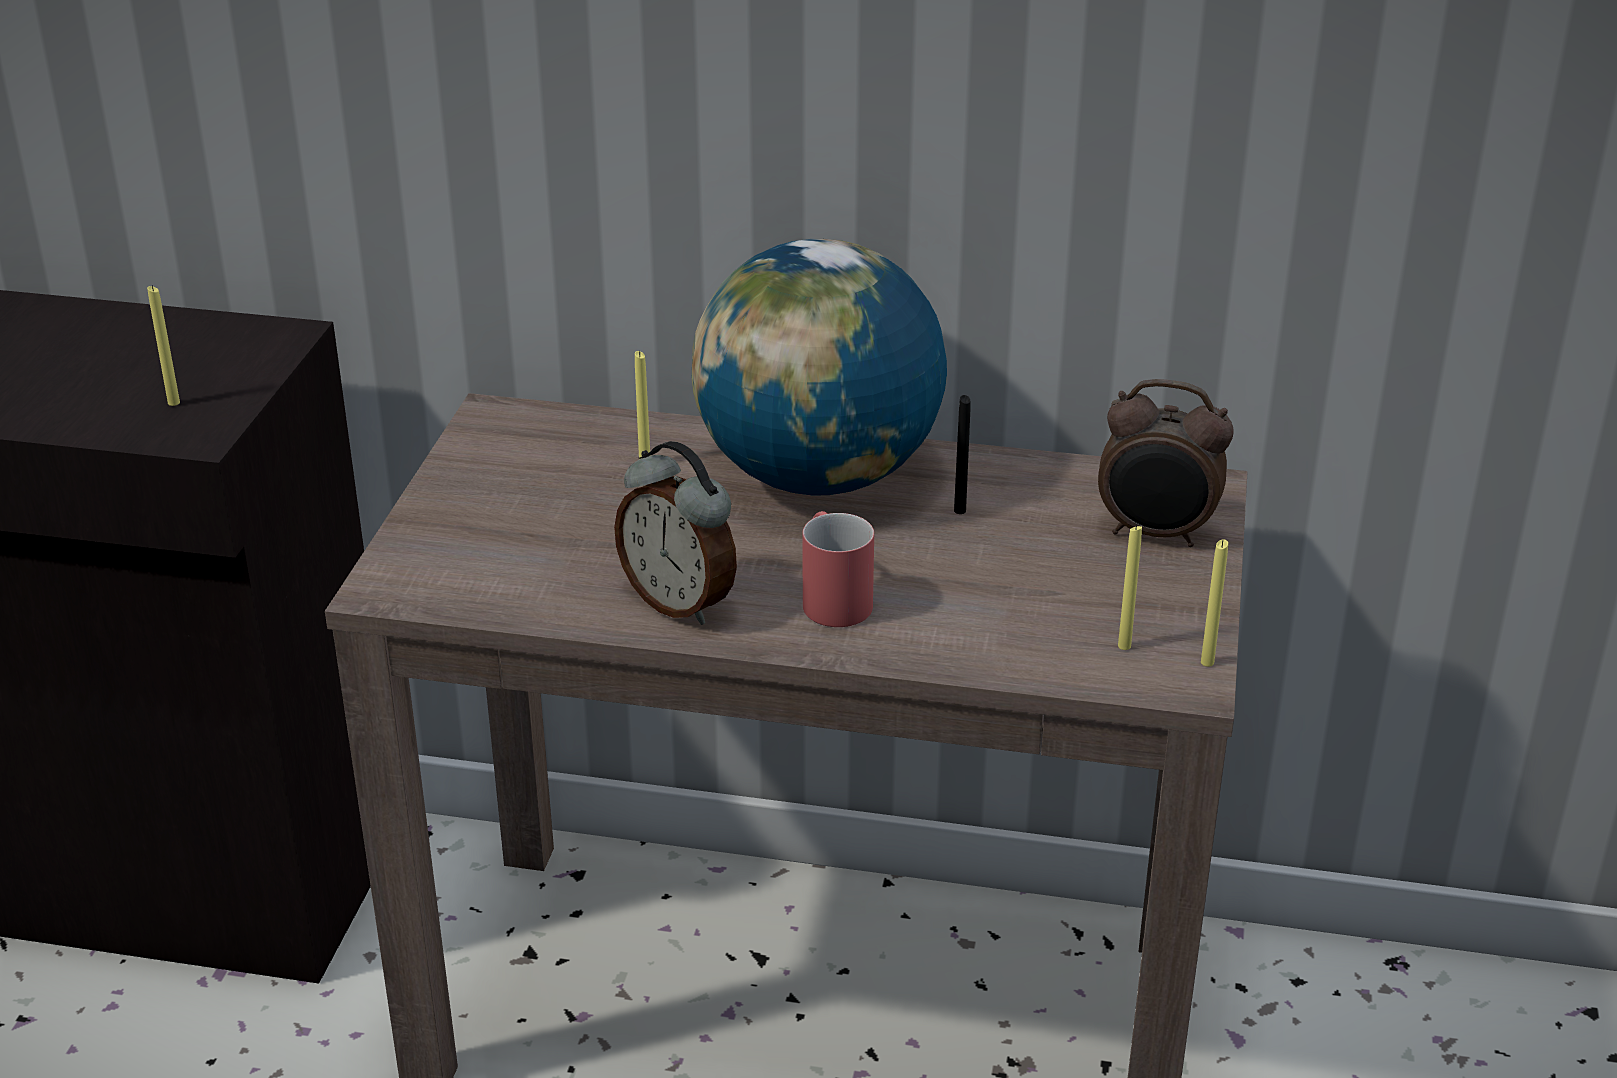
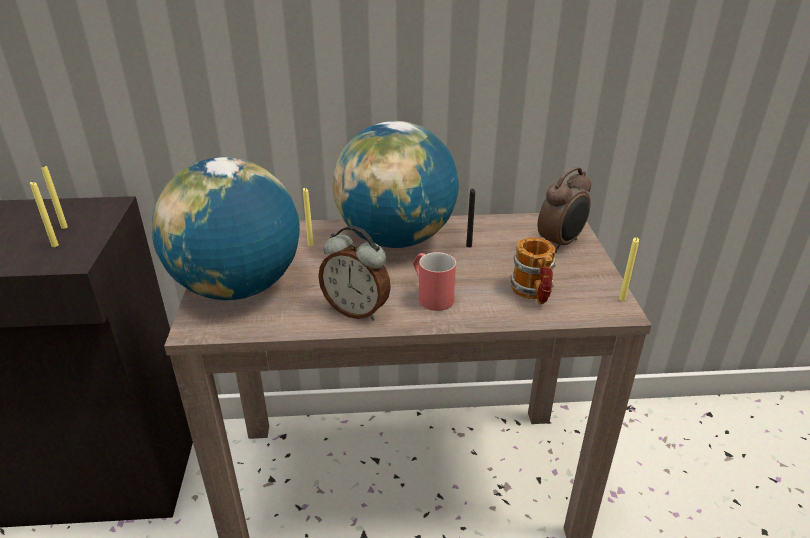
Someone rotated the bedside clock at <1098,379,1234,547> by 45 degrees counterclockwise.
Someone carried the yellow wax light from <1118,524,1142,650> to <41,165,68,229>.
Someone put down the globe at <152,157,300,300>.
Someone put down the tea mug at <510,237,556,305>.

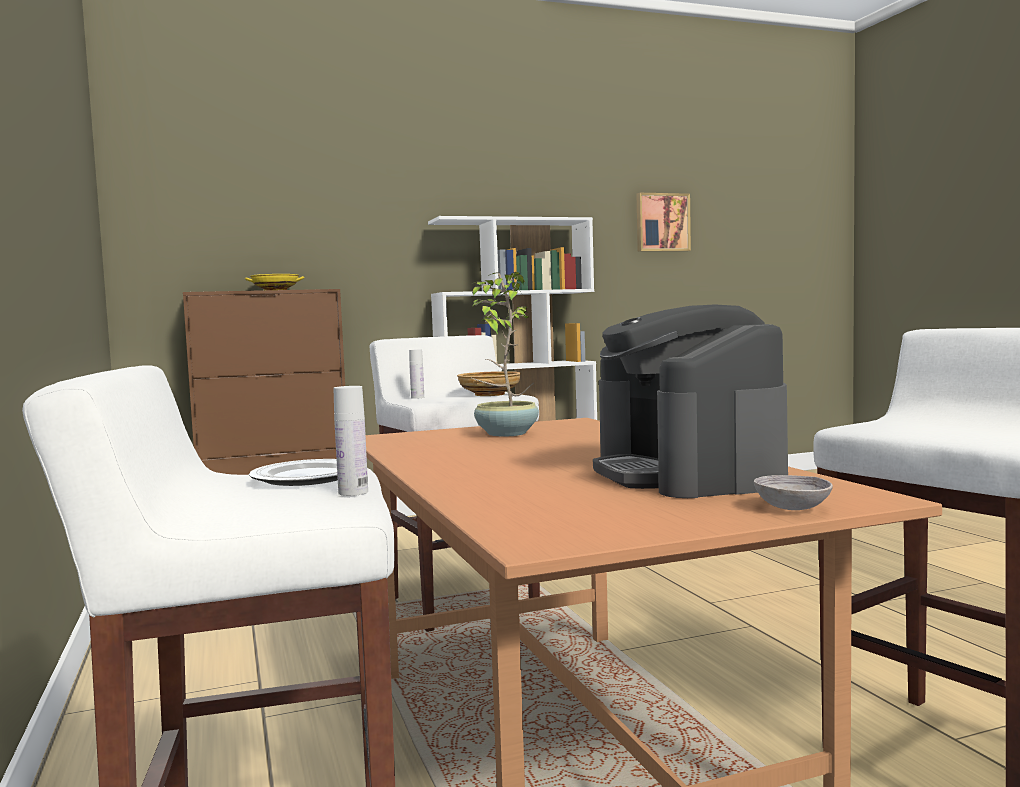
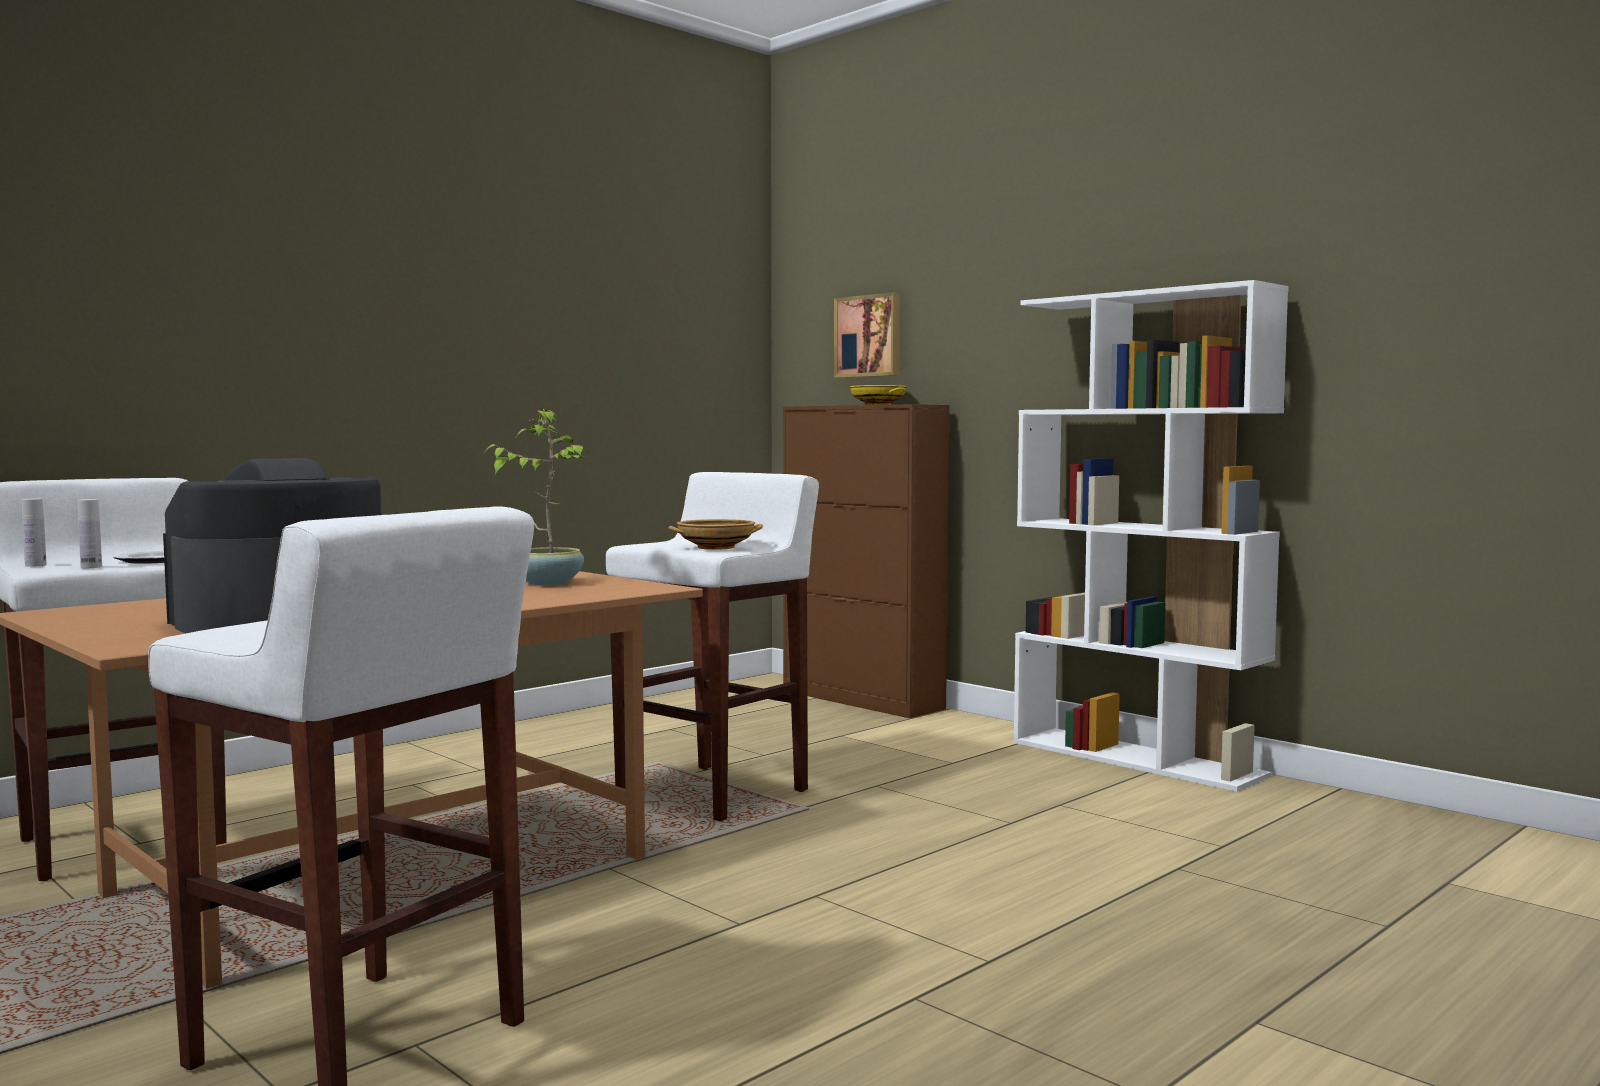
Someone carried the wall art from <637,193,691,252> to <834,292,900,378>.
Someone carried the white beverage bottle from <409,349,424,399> to <22,499,46,567>.
Someone took away the grey bowl at <754,475,833,510>.

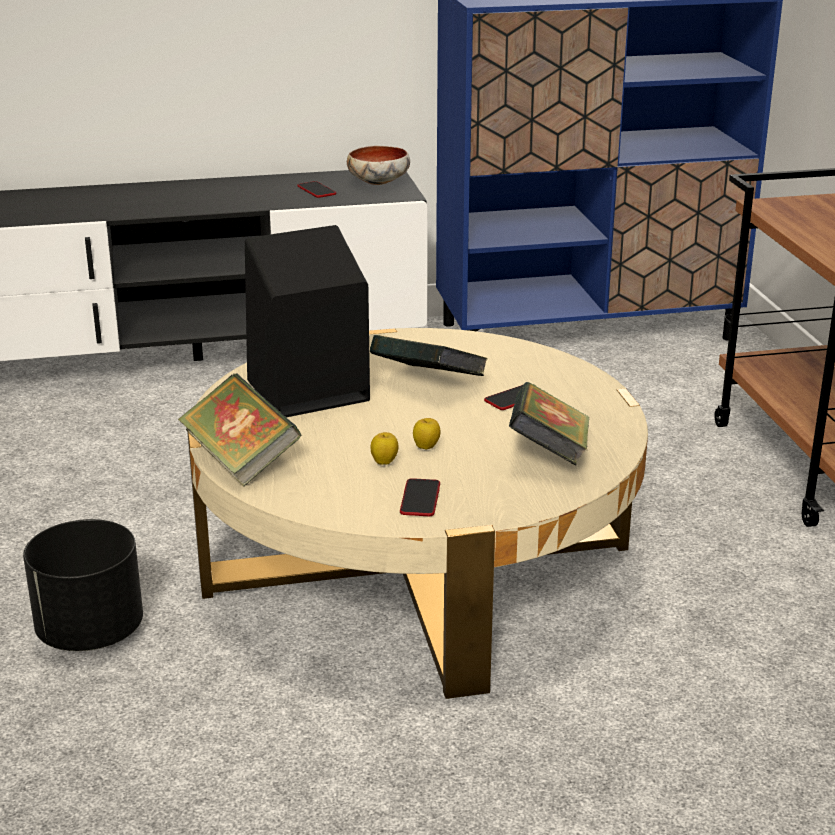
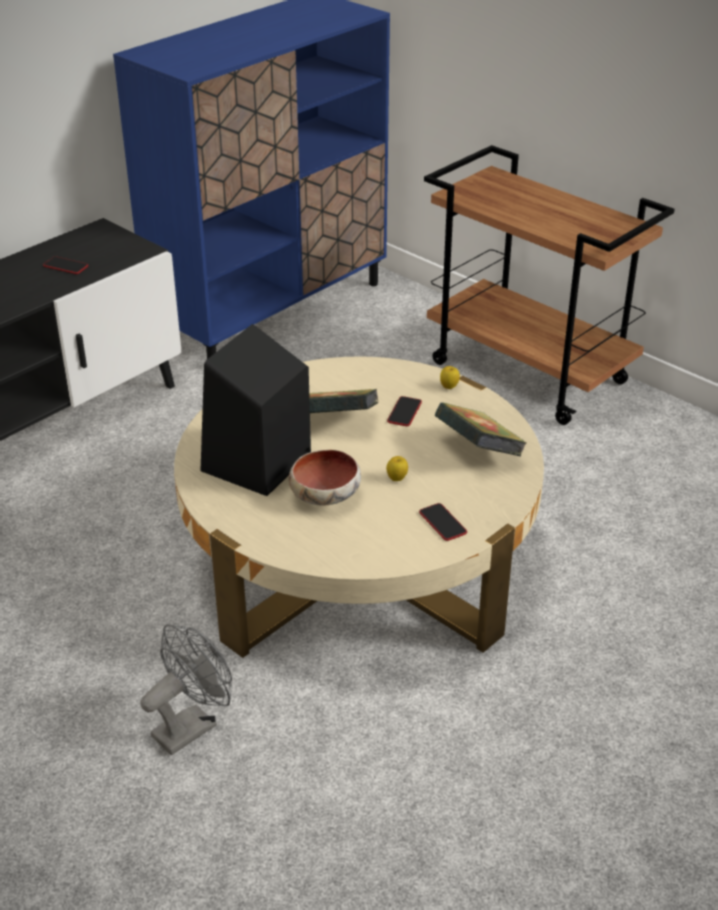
Someone carried the bowl from <347,146,410,185> to <289,450,361,505>.
Someone took away the book at <178,373,301,486>.
Someone carried the apple fruit from <370,432,398,465> to <440,366,460,389>.
Someone swapped the black-coloured planter at <23,519,143,651> for the grey electric fan at <140,624,232,755>.

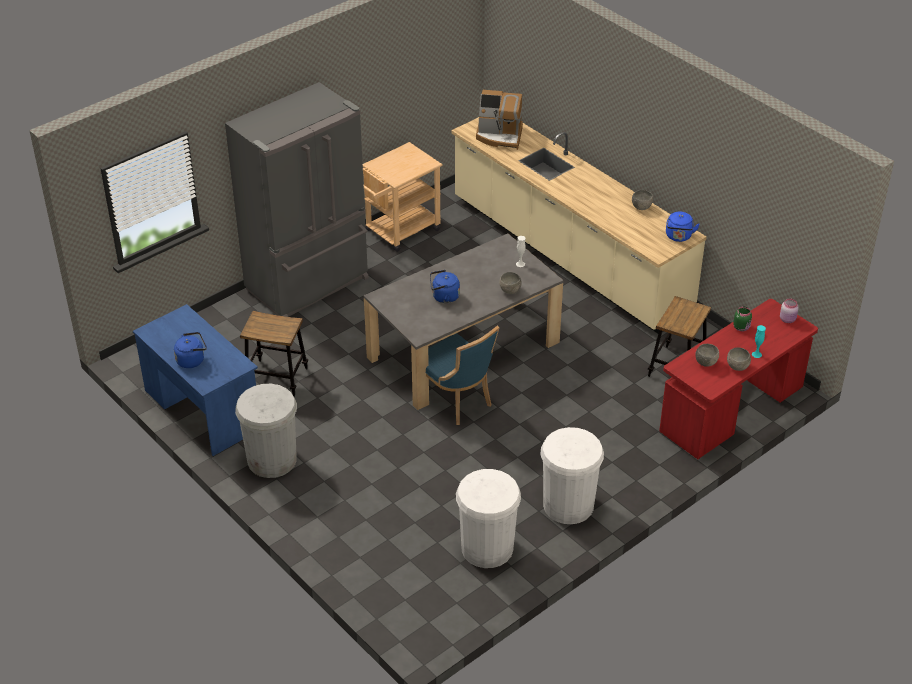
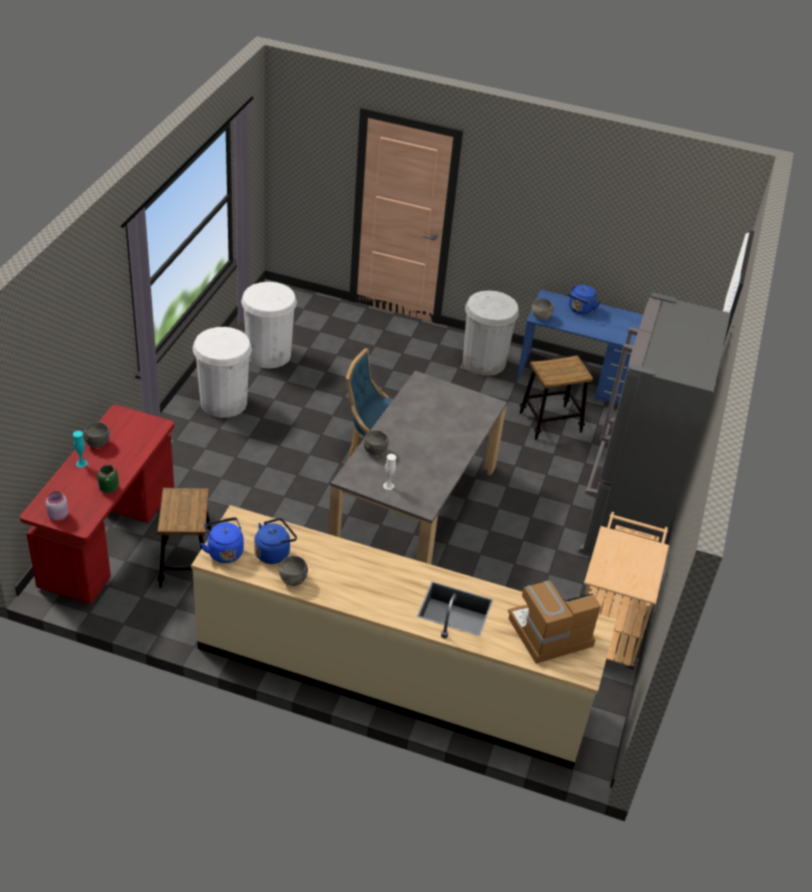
Someone carried the bluish water kettle from <430,270,460,303> to <254,518,297,564>.
Someone carried the grey bowl from <695,344,719,367> to <532,299,554,320>.

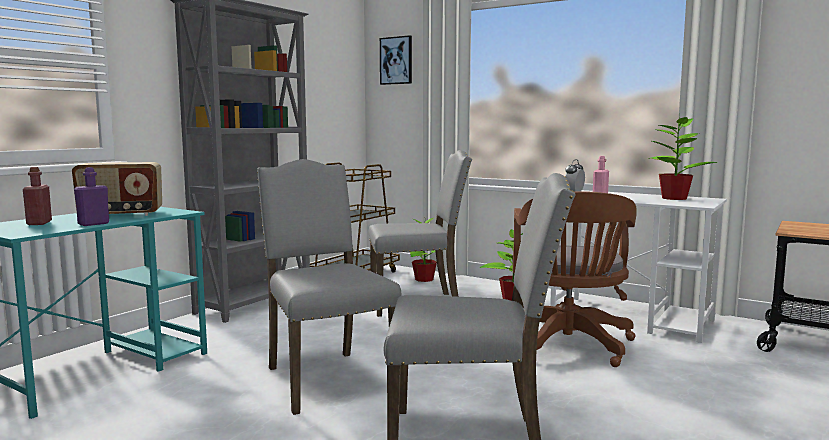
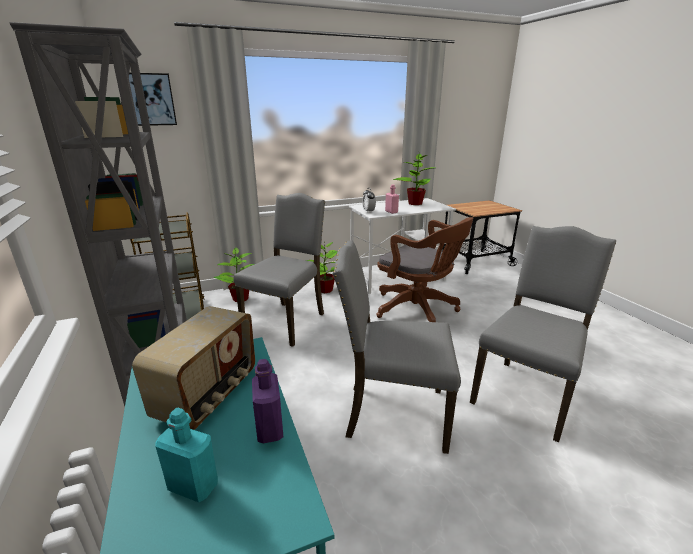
Someone repainted the reddish beverage bottle at <23,167,52,225>, which became the turquoise-coloured beverage bottle at <155,408,218,503>.

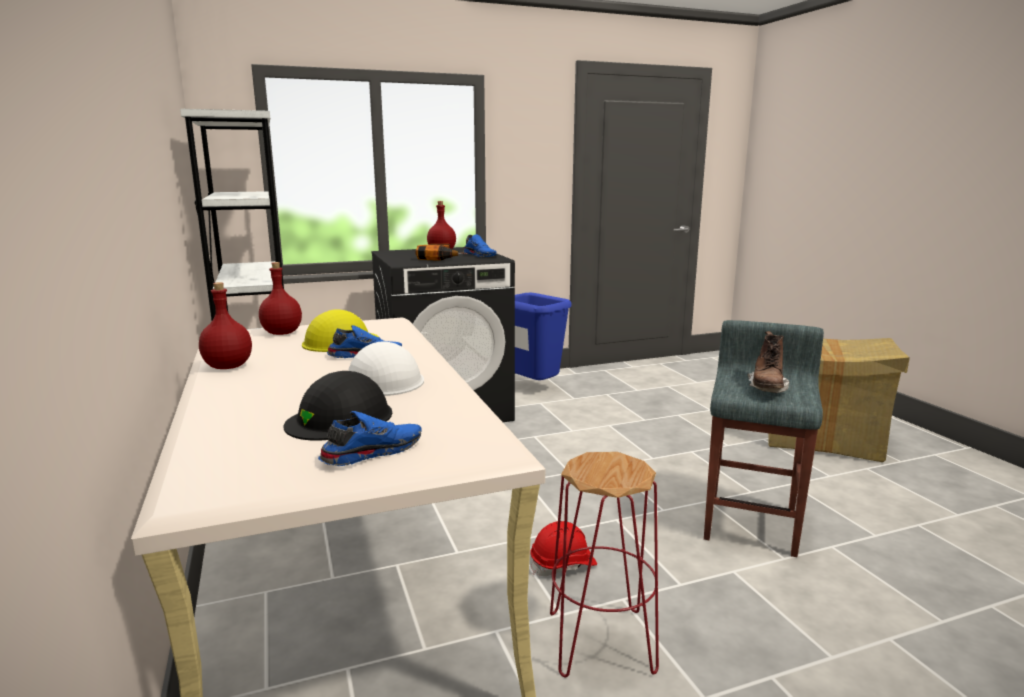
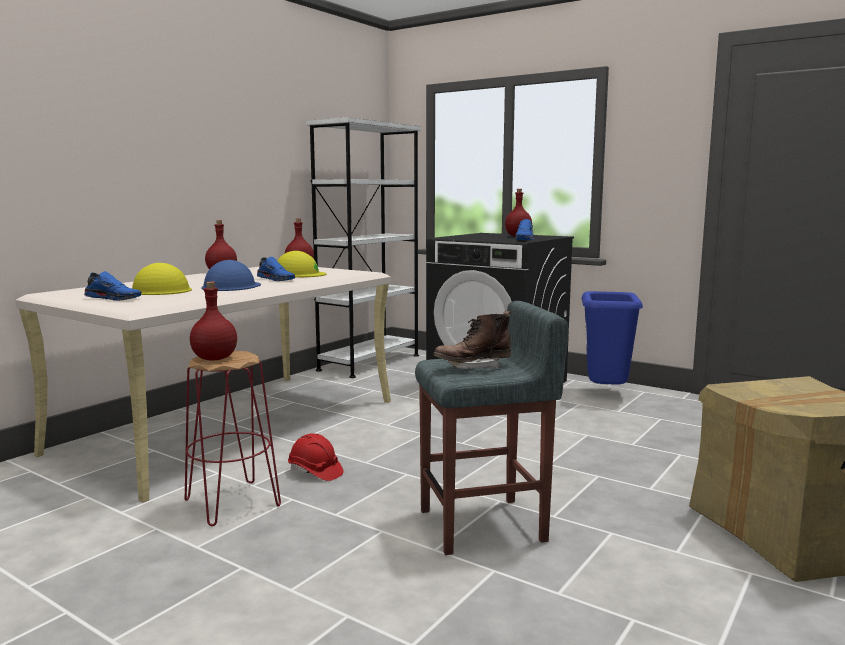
Someone took away the power drill at <416,244,468,261>.
Someone repainted the white safety helmet at <348,341,424,396>, which became the bluish safety helmet at <202,260,261,291>.
Someone repainted the black-coloured safety helmet at <283,371,392,441>, which became the yellow safety helmet at <132,263,192,295>.
Someone put down the reddish beverage bottle at <190,282,237,361>.

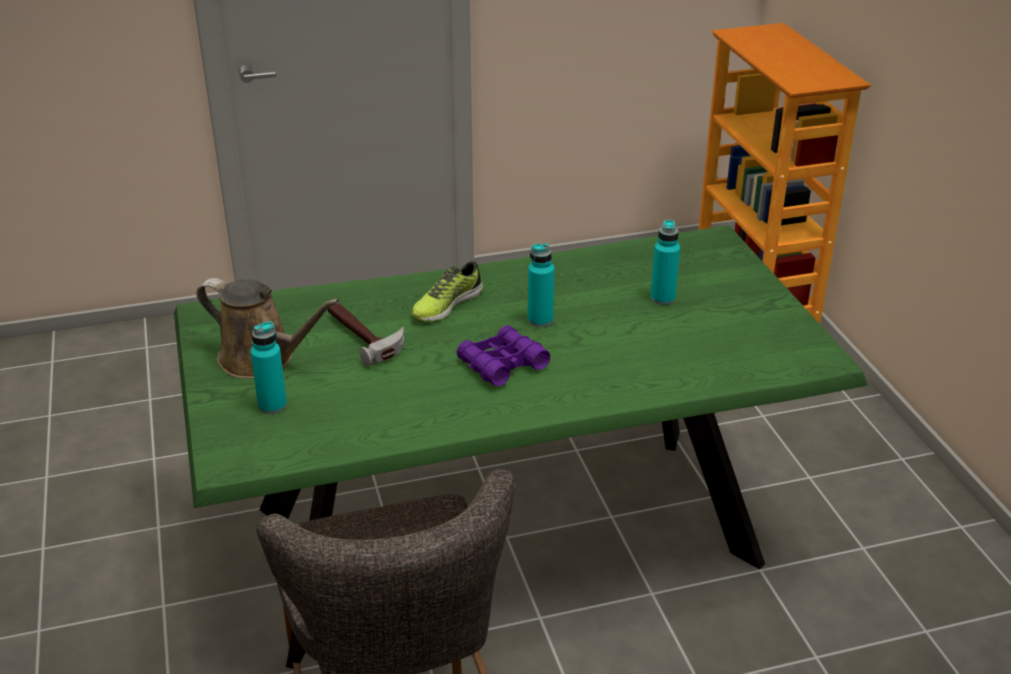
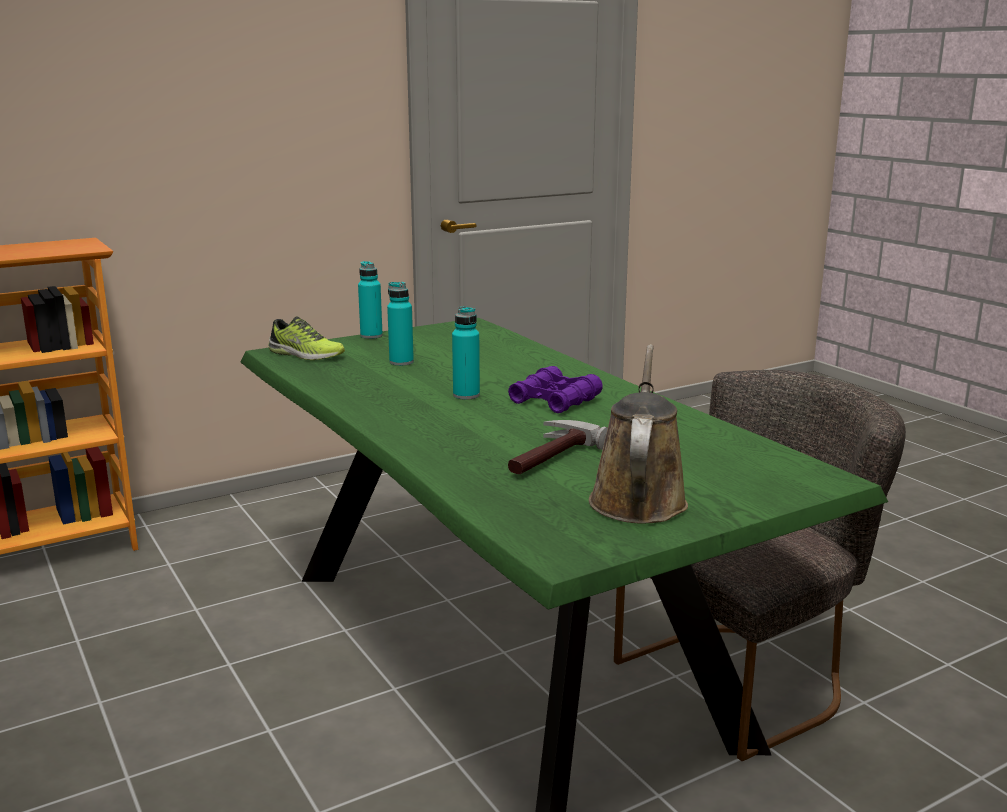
Someone carried the shoe from <412,261,483,322> to <268,316,345,360>.
Someone carried the turquoise-coloured beverage bottle from <250,321,287,414> to <358,261,383,339>.

